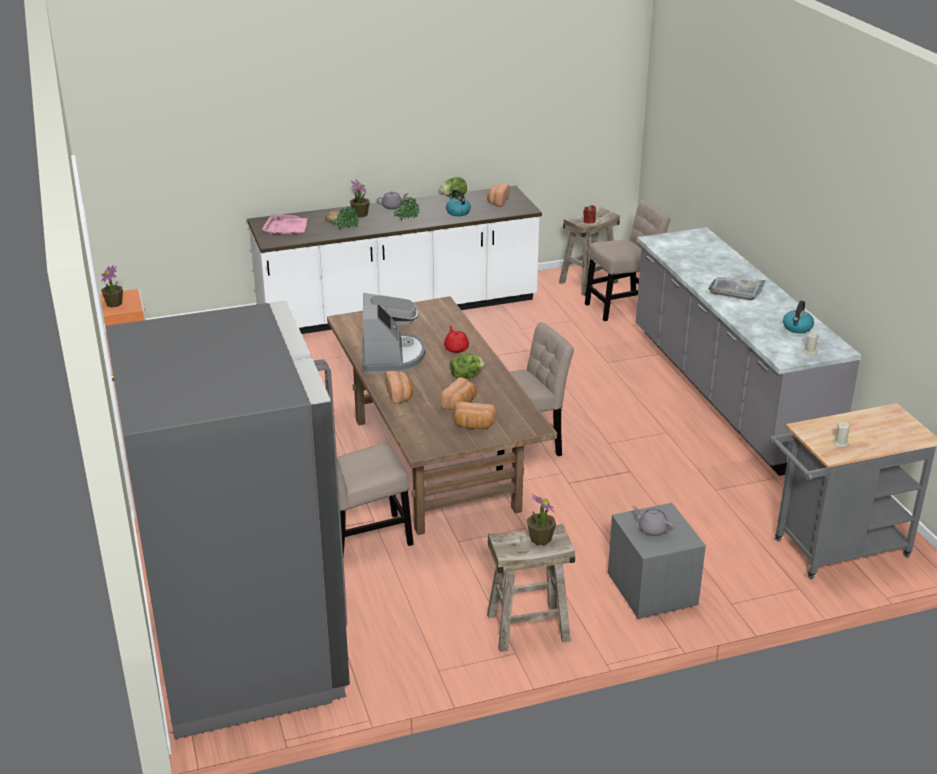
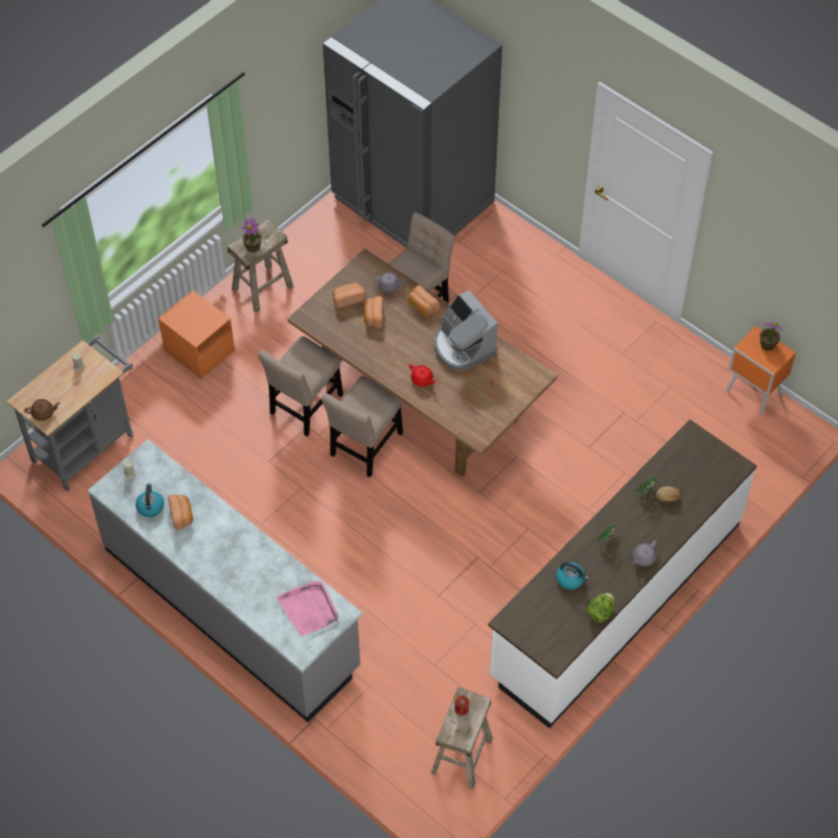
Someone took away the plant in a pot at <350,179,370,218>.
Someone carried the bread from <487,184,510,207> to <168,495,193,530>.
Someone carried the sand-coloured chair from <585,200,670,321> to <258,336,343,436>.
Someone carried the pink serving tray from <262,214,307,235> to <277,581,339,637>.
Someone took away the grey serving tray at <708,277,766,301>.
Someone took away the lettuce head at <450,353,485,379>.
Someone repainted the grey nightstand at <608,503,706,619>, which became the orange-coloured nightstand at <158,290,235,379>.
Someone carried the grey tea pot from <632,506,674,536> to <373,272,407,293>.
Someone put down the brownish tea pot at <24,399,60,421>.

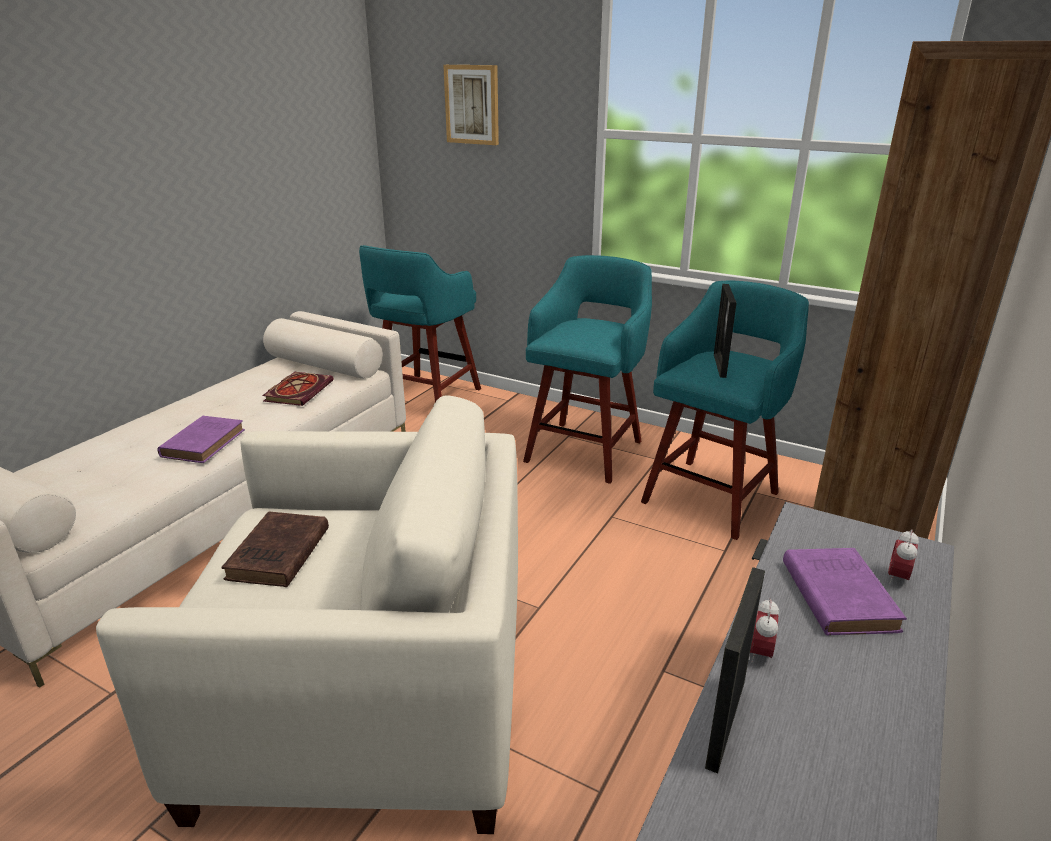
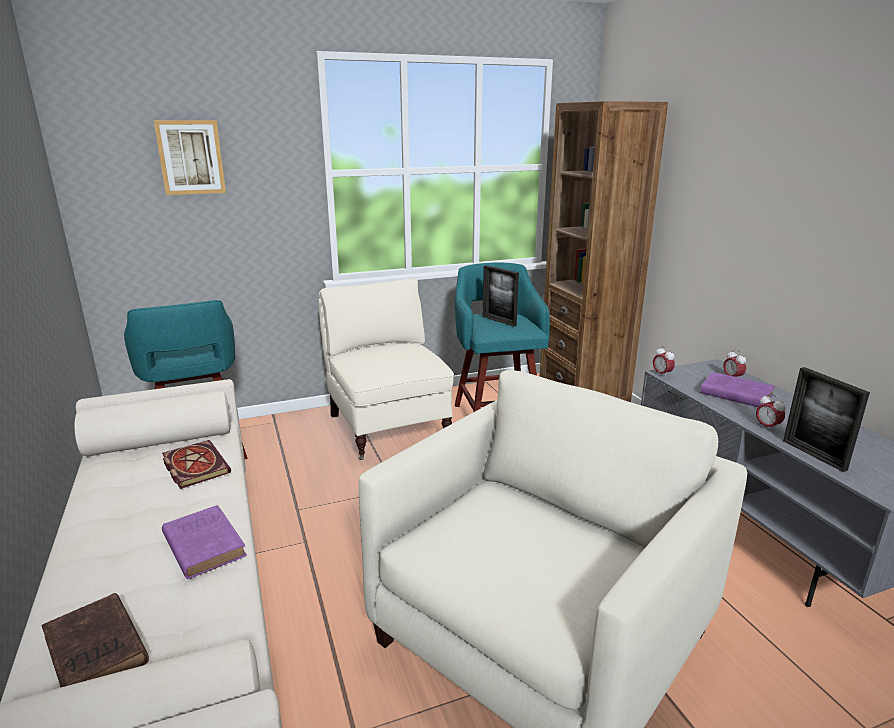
Someone swapped the turquoise-coloured stool seat at <523,255,652,484> for the sand-coloured easy chair at <318,279,454,460>.
Someone carried the brownish book from <221,512,329,587> to <42,593,149,687>.
Someone put down the bedside clock at <653,346,675,378>.

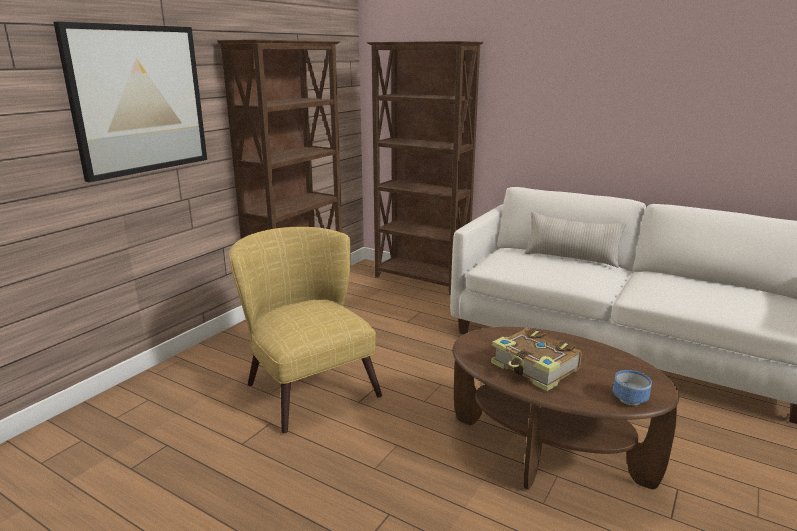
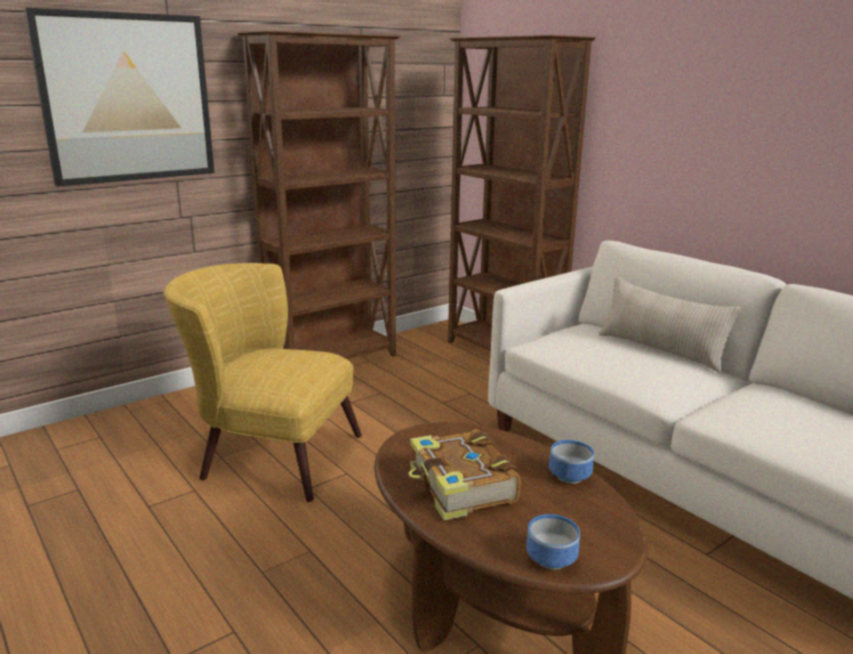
Someone rotated the yellow easy chair at <229,227,382,433> by 60 degrees counterclockwise.
Someone put down the bowl at <549,440,594,484>.

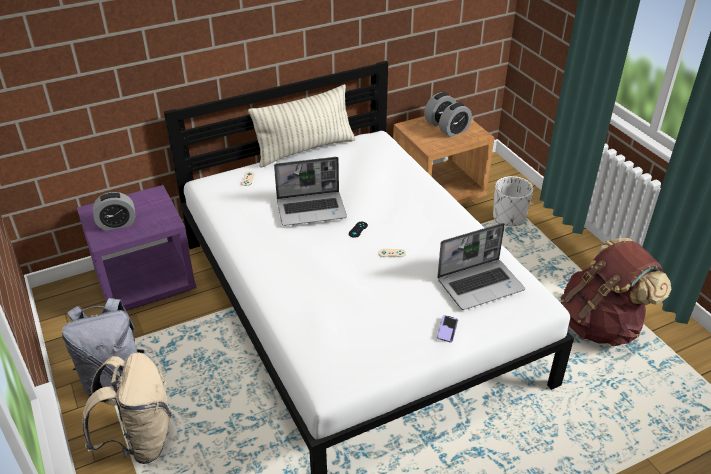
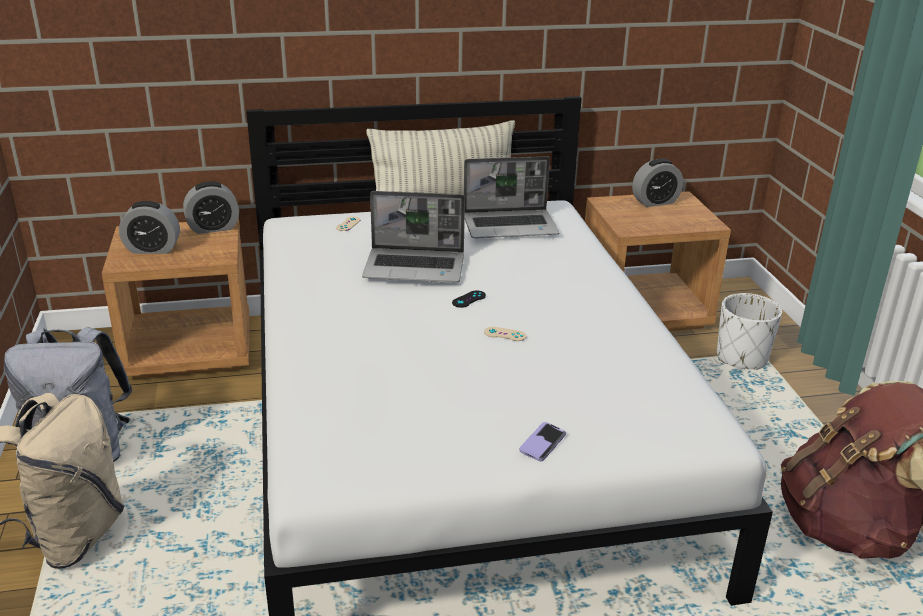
Someone carried the bedside clock from <439,102,472,137> to <183,181,239,234>.
Someone repainted the purple nightstand at <77,185,196,311>, which became the brownish nightstand at <102,219,249,379>.
Someone carried the laptop from <437,223,525,310> to <464,156,559,238>.

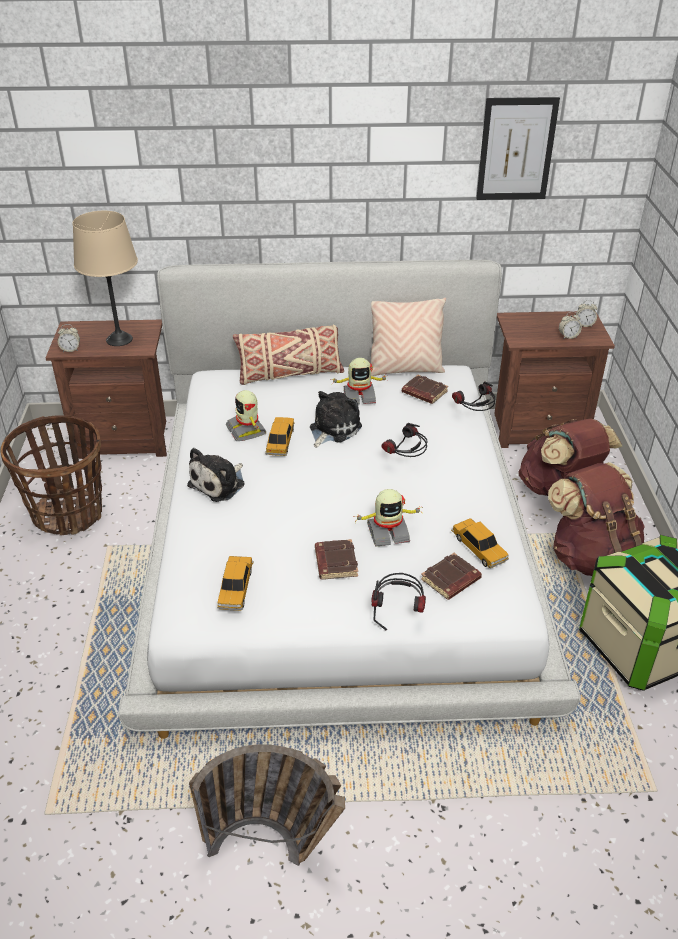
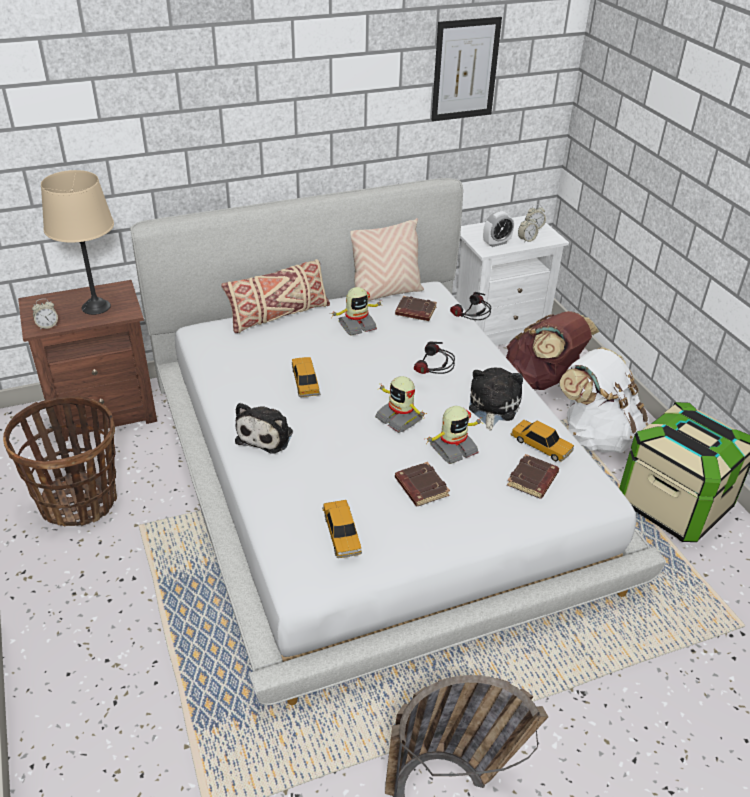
Someone repainted the brownish nightstand at <494,311,615,448>, which became the white nightstand at <456,216,569,346>.
Someone carried the toy robot from <226,390,266,441> to <375,376,427,433>.
Someone carried the cuddly toy from <310,391,362,448> to <469,367,523,431>.
Someone repainted the brownish backpack at <548,462,645,576>, which became the white backpack at <559,347,649,453>.
Someone took away the headset at <372,573,426,631>.
Someone put down the bedside clock at <483,211,514,247>.

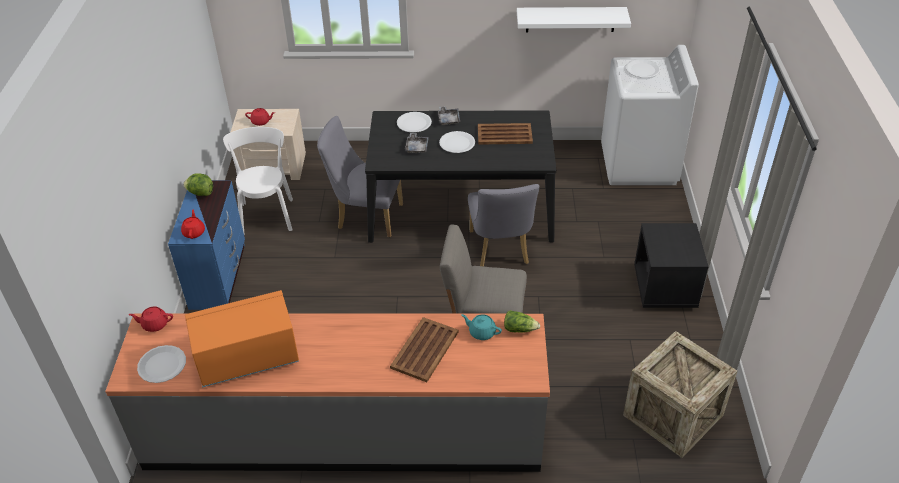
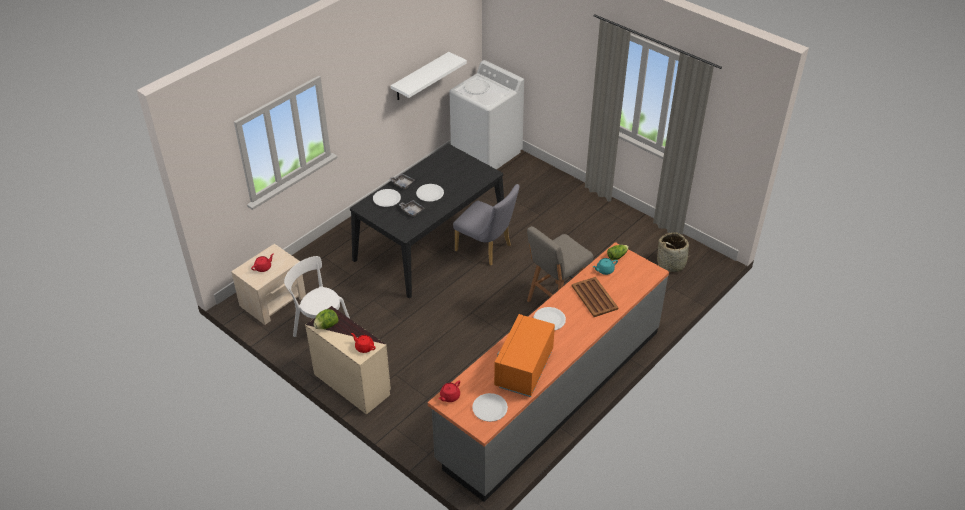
Someone took away the grey chair at <317,116,403,237>.
Someone took away the brownish serving tray at <478,123,533,145>.
Someone repainted the bluish chest of drawers at <168,180,245,310>, which became the sand-coloured chest of drawers at <305,306,391,415>.
Someone took away the black-coloured nightstand at <634,223,708,308>.
Someone swapped the shipping crate at <623,331,737,458> for the basket at <654,232,693,273>.
Someone put down the white plate at <534,307,566,330>.

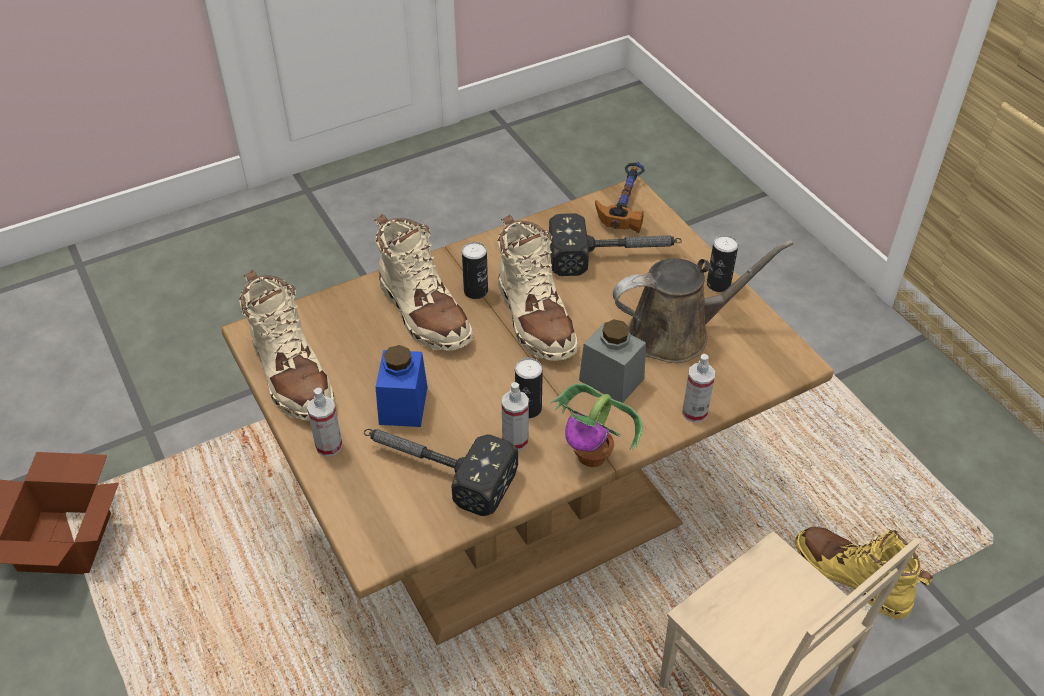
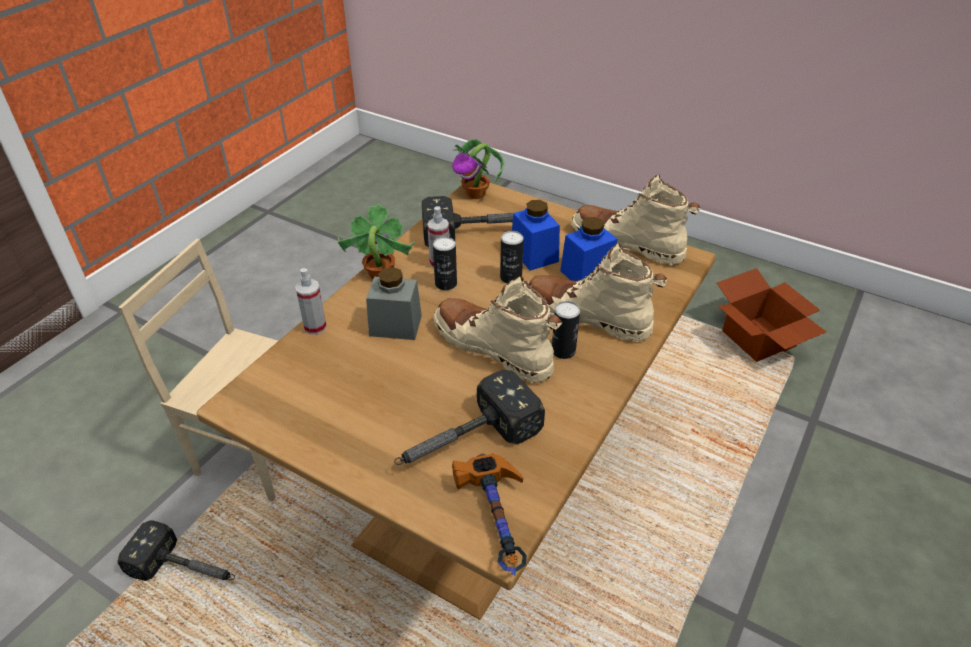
Someone carried the metal can from <707,235,738,292> to <500,231,524,284>.
Someone took away the brownish sprinkling can at <613,240,793,363>.
Someone took away the spray bottle at <307,388,343,457>.
Someone swapped the yellow tall boot at <795,527,933,619> for the hand hammer at <117,520,235,581>.
Someone put down the plant in a pot at <452,139,504,199>.
Someone put down the bluish storage jar at <560,217,618,281>.

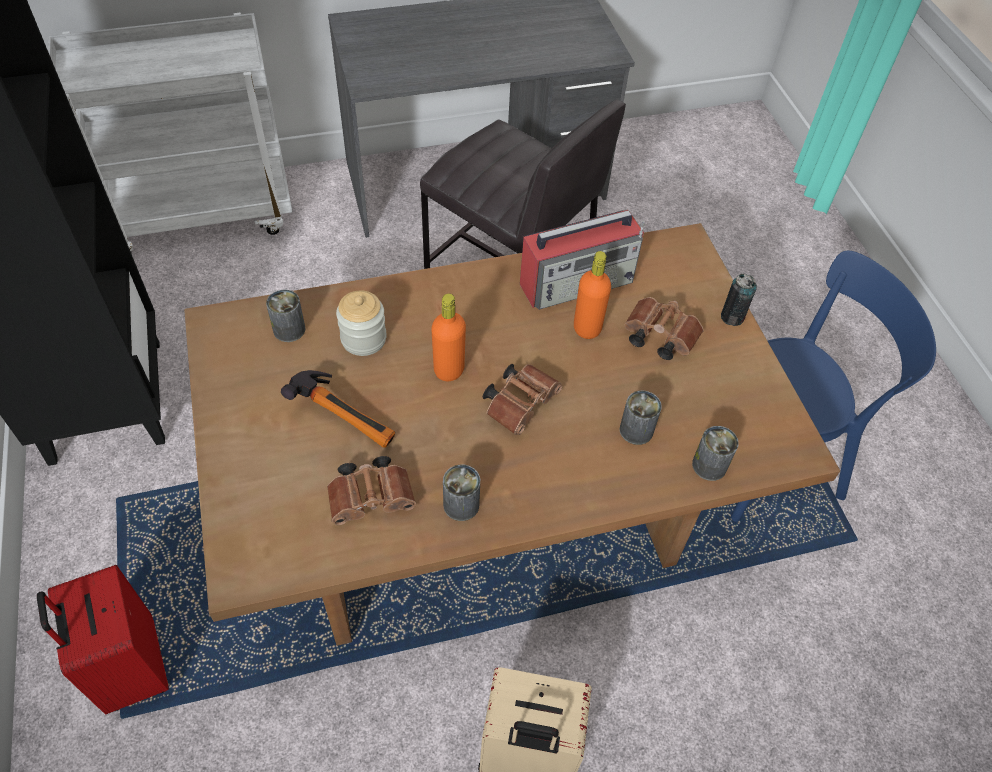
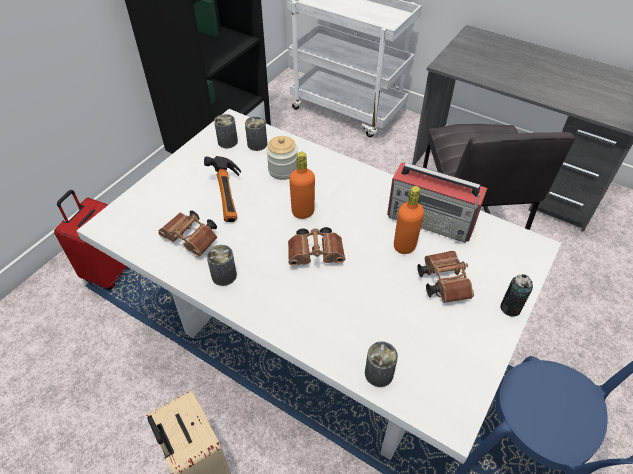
Someone repainted the brownish dinner table at <184,223,840,646>, which became the white dinner table at <77,109,562,464>.
Someone carried the metal can from <620,390,662,445> to <214,114,238,148>.

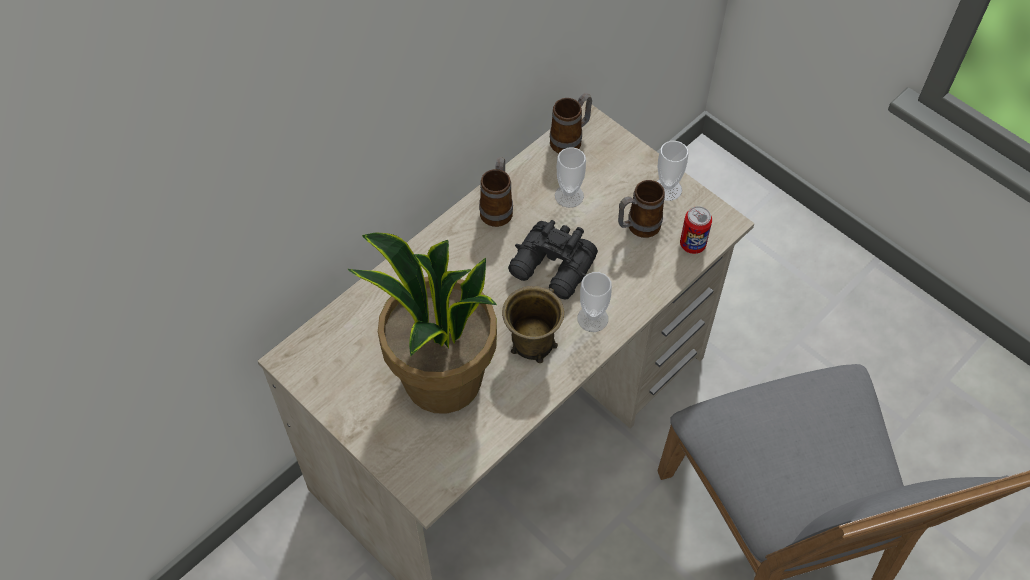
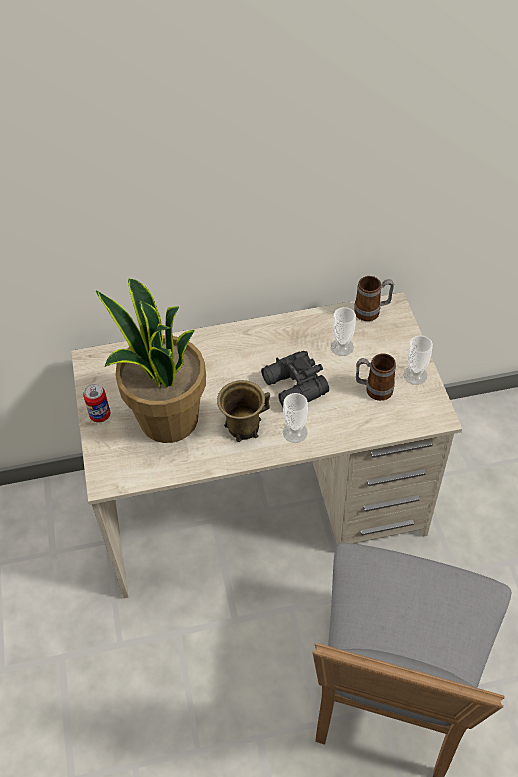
Someone took away the tea mug at <479,157,513,227>.
Someone carried the metal can from <680,206,712,254> to <83,384,110,423>.

